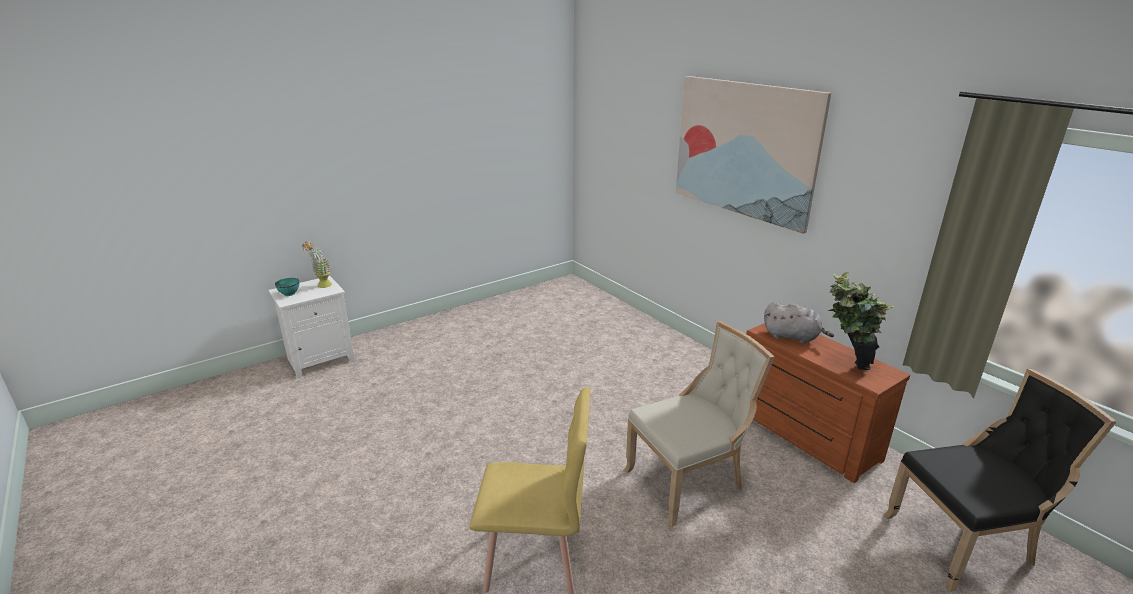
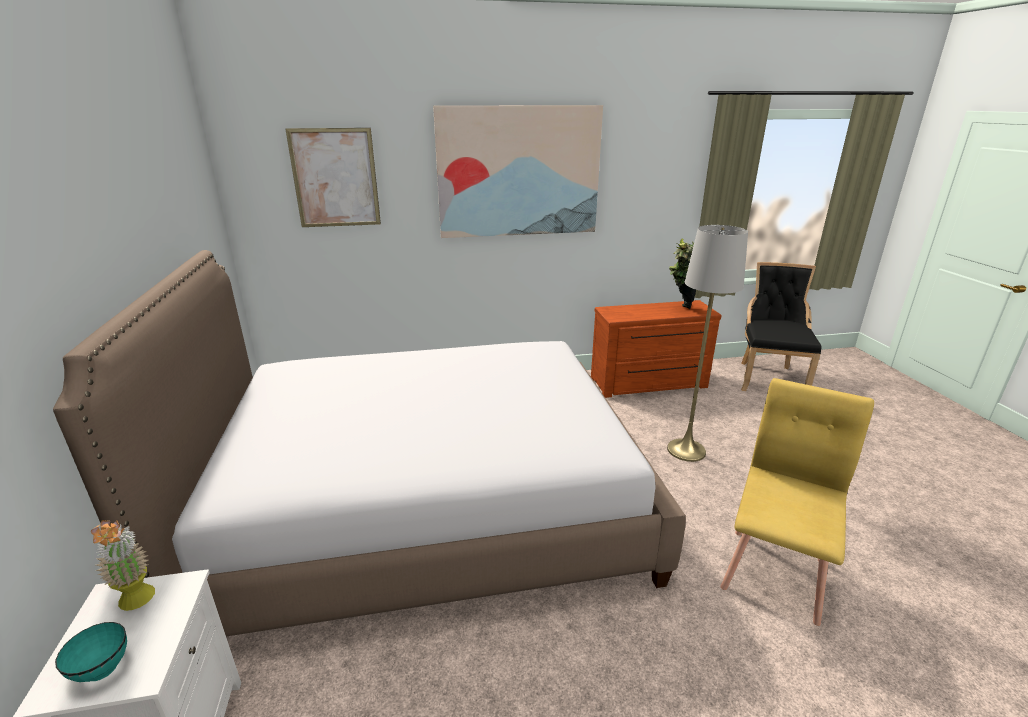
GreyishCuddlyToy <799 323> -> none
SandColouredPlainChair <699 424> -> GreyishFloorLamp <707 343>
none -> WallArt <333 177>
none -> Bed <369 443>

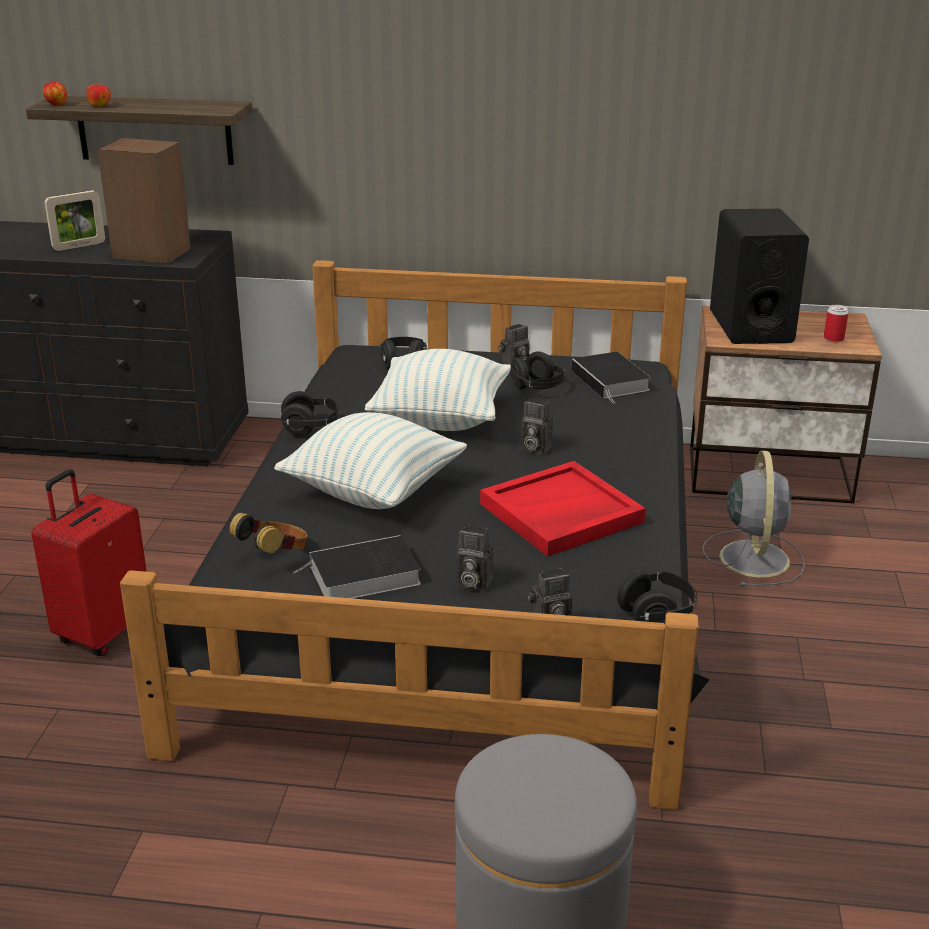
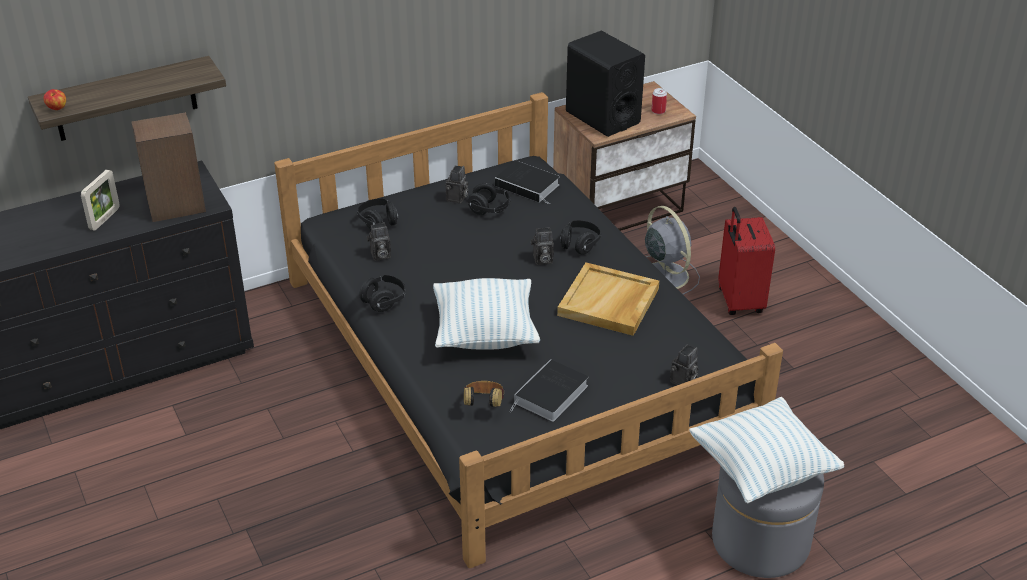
WholeApple <98 95> -> none
Cushion <438 390> -> Cushion <766 450>, shifted
RedCarryingTray <563 509> -> SandColouredCarryingTray <608 299>
RedPieceOfLuggage <89 562> -> RedPieceOfLuggage <746 261>, shifted
PhotoCamera <475 558> -> PhotoCamera <379 241>, shifted
BlackColouredHeadphones <657 597> -> BlackColouredHeadphones <580 237>, shifted

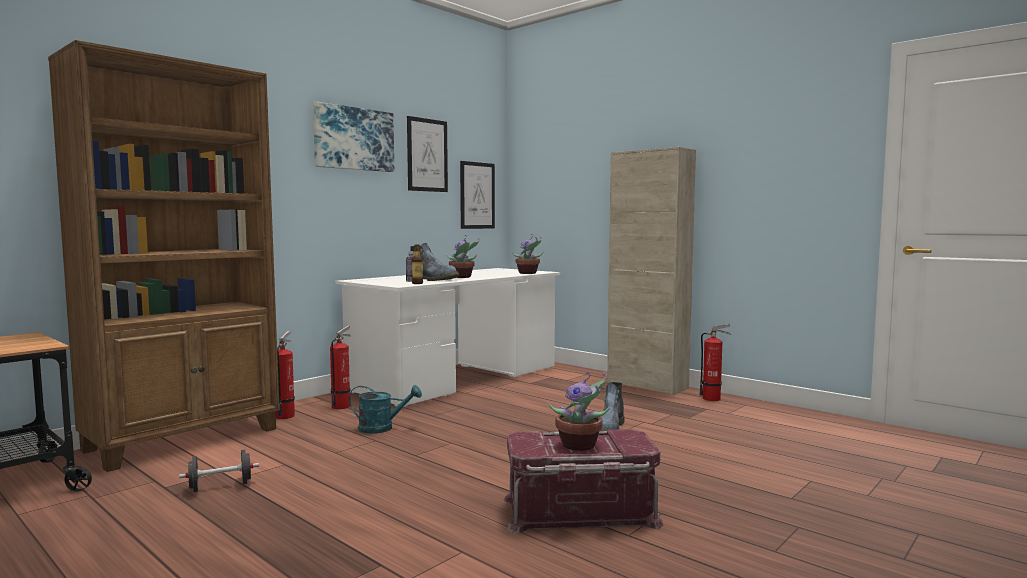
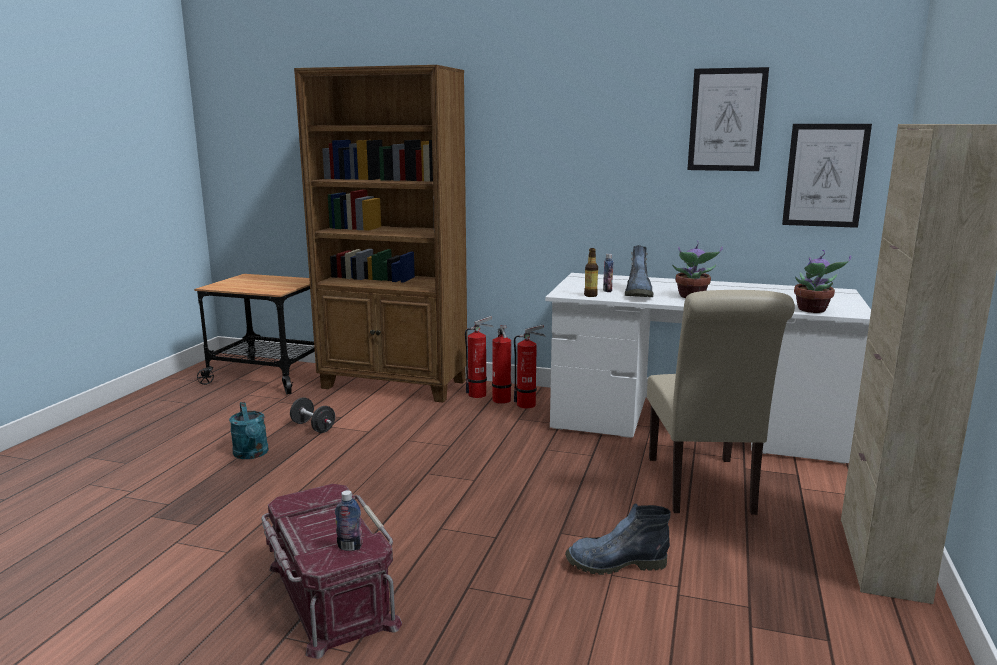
WallArt <353 137> -> none
Extinguisher <715 362> -> Extinguisher <502 364>, shifted
PottedPlant <579 411> -> none
TurquoiseWateringPot <385 409> -> TurquoiseWateringPot <249 430>, shifted
none -> SandColouredPlainChair <721 402>
none -> BeverageBottle <349 520>

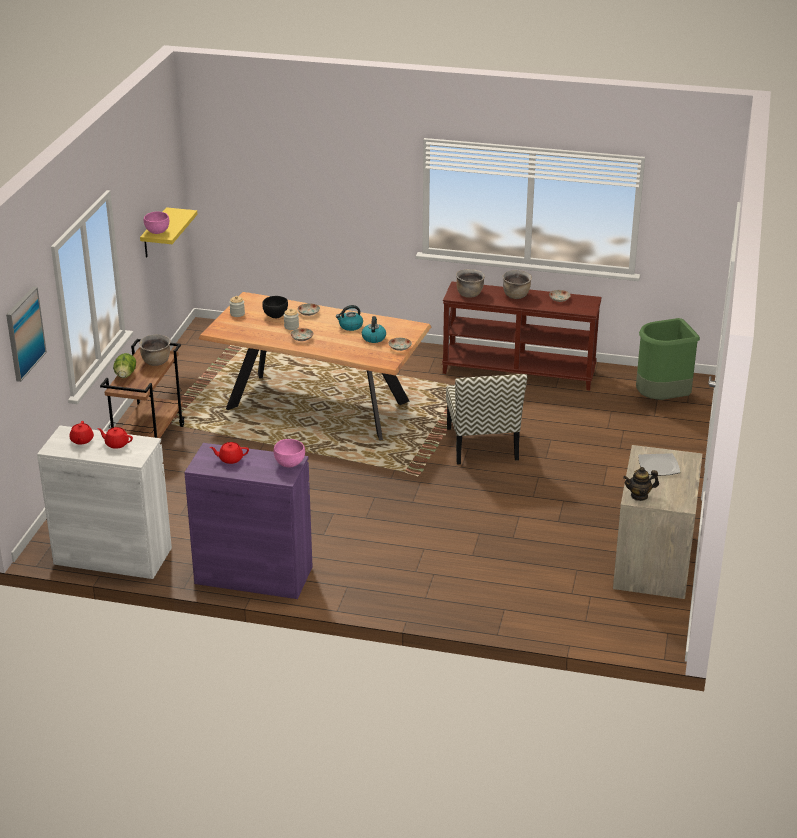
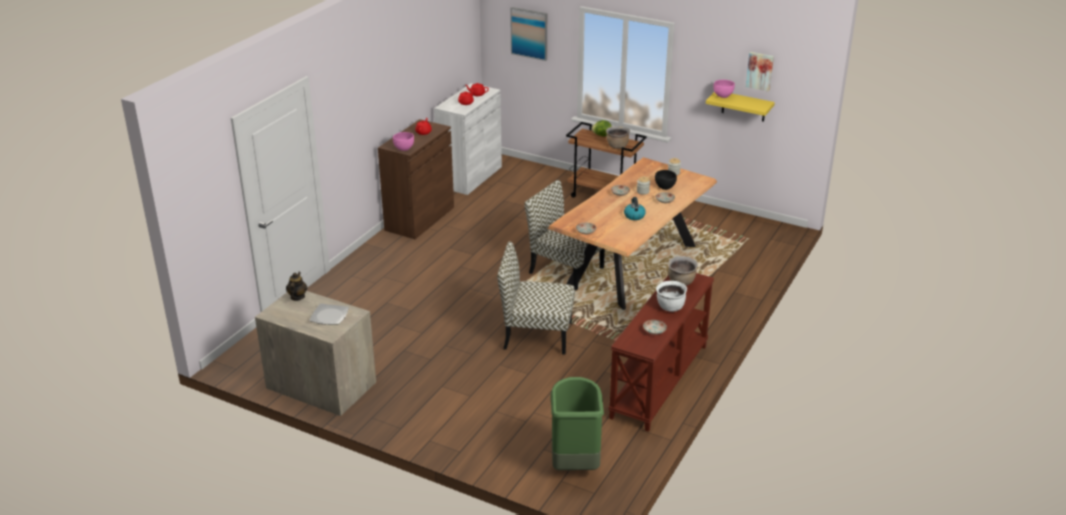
BrownCookingPot <517 284> -> WhiteColouredCookingPot <671 296>
Kettle <374 329> -> none
PurpleColouredCabinet <248 521> -> BrownCabinet <416 179>
none -> WallArt <760 72>
none -> PlainChair <564 235>

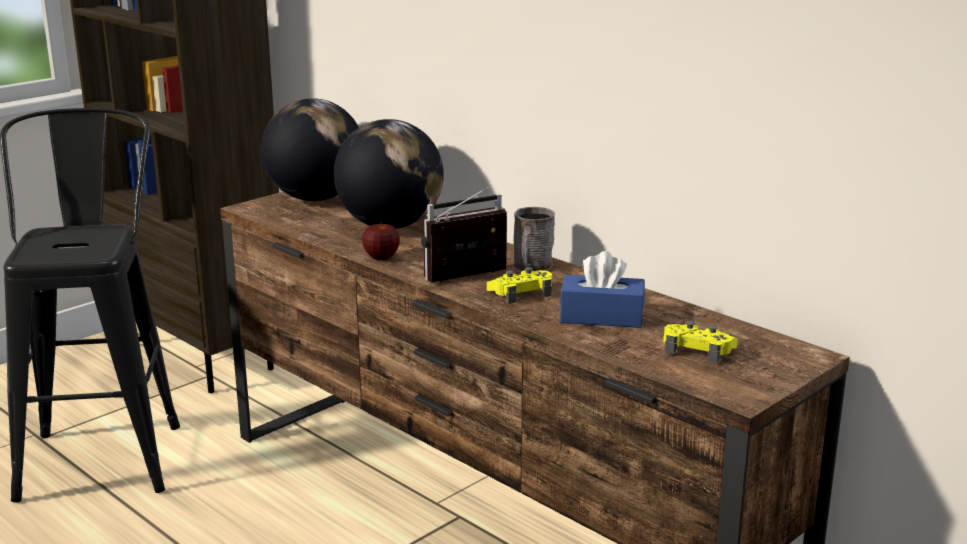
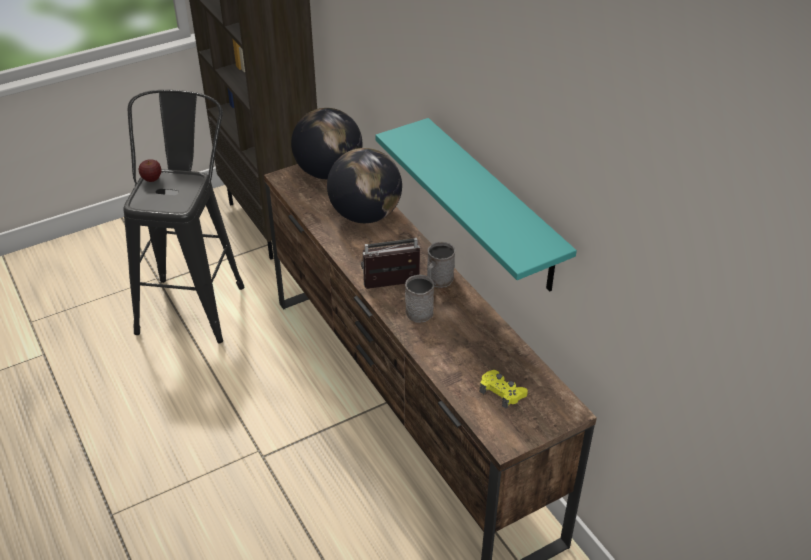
WholeApple <381 241> -> WholeApple <150 170>, shifted
BlueColouredTissueHolder <602 289> -> none
YellowishGameController <519 285> -> GreyishMug <419 299>
none -> TurquoiseBracketShelf <476 204>

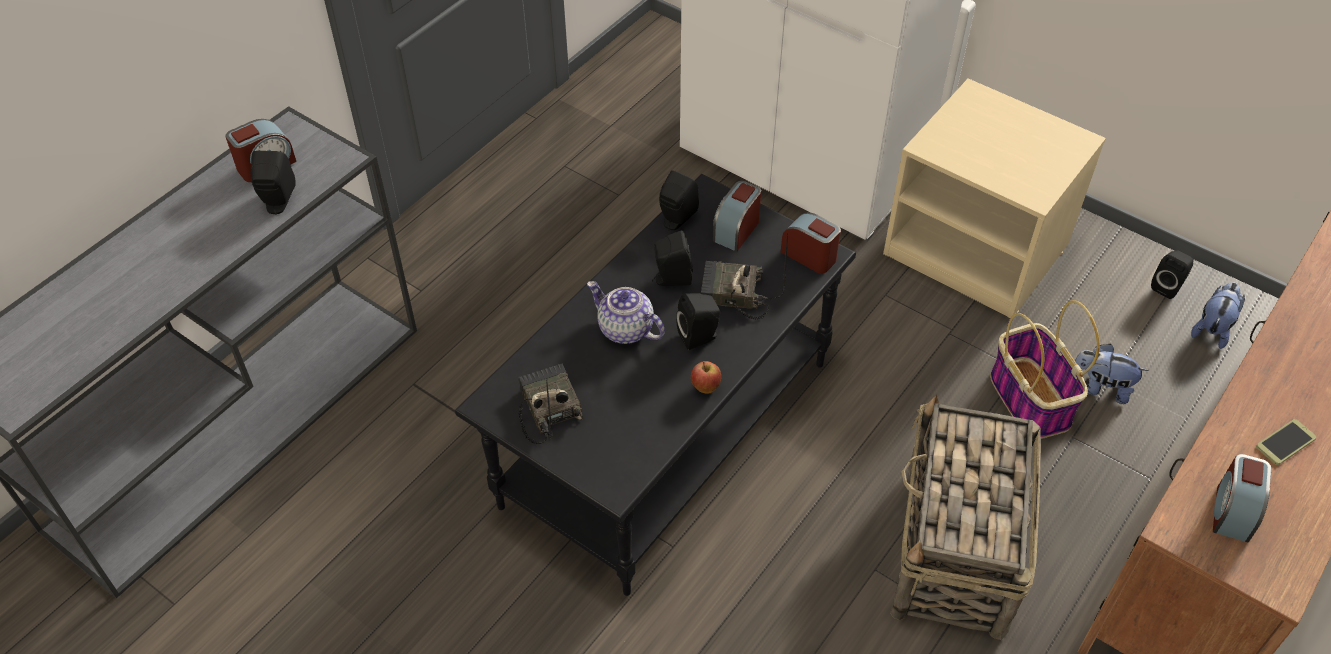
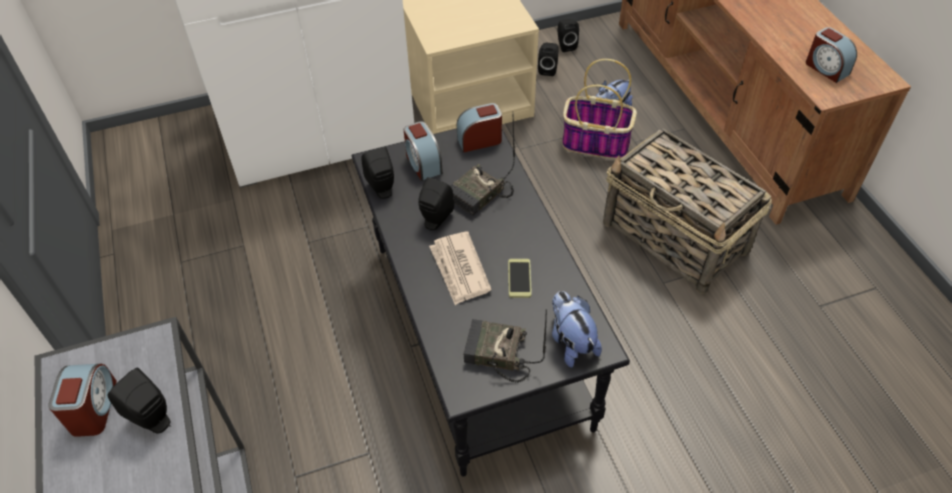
PotForTea <626 312> -> PrintedPaper <460 268>
CuddlyToy <1218 316> -> CuddlyToy <577 329>, shifted
BlackColouredSpeaker <698 321> -> BlackColouredSpeaker <548 59>, shifted
WholeApple <706 377> -> none
Handset <1286 442> -> Handset <520 278>, shifted

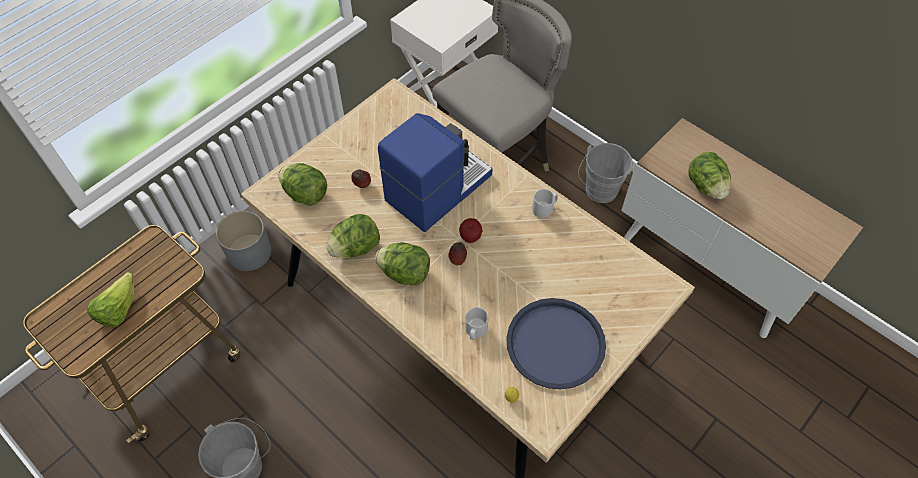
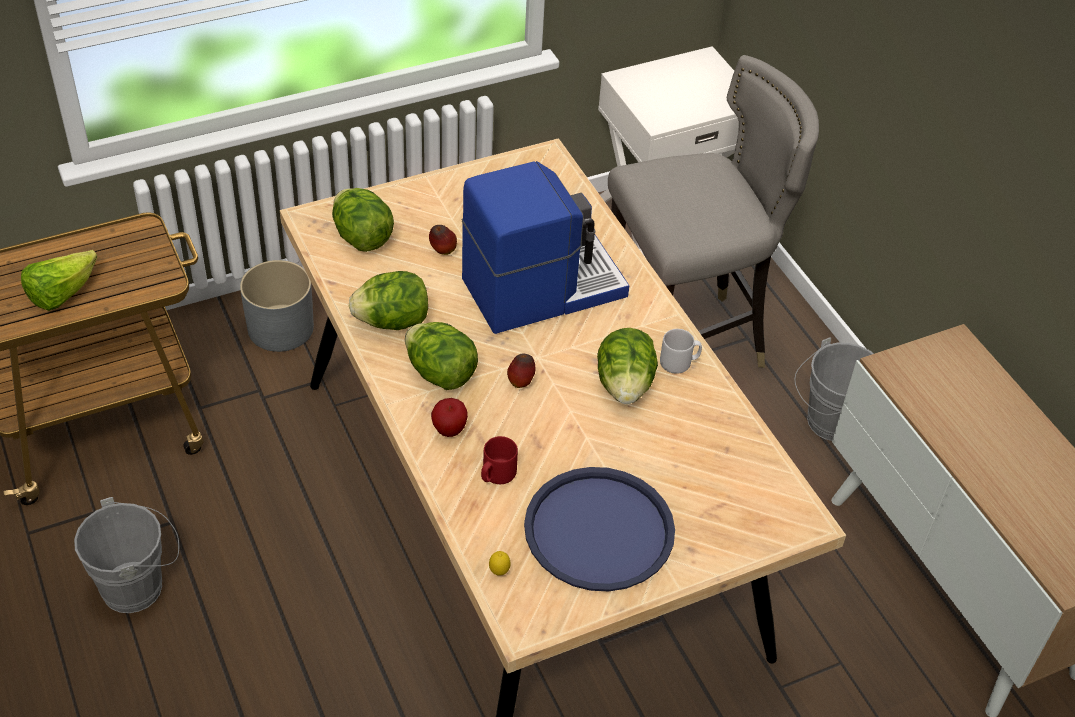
Lettuce <709 175> -> Lettuce <627 366>, shifted
WholeApple <471 230> -> WholeApple <449 417>, shifted
GreyishMug <476 323> -> RedMug <499 460>

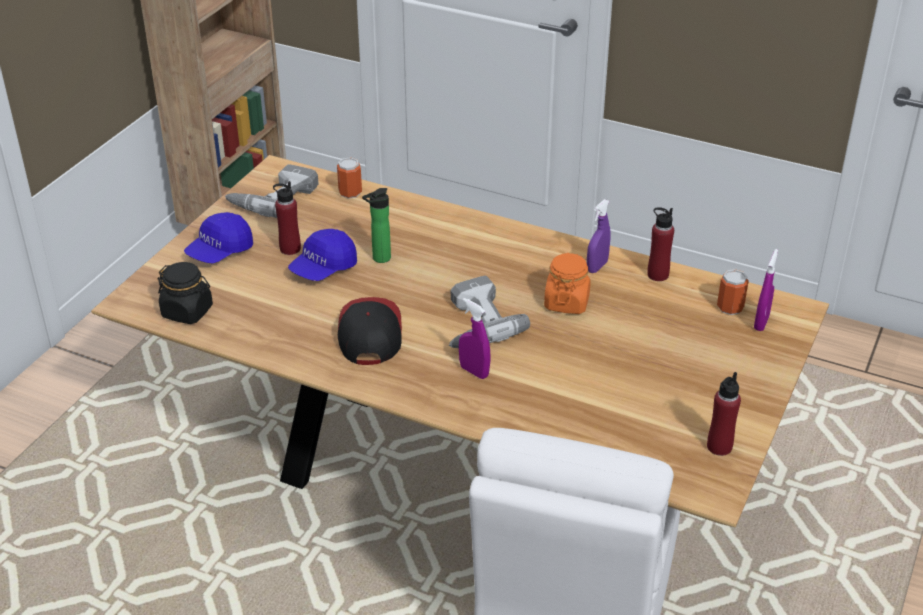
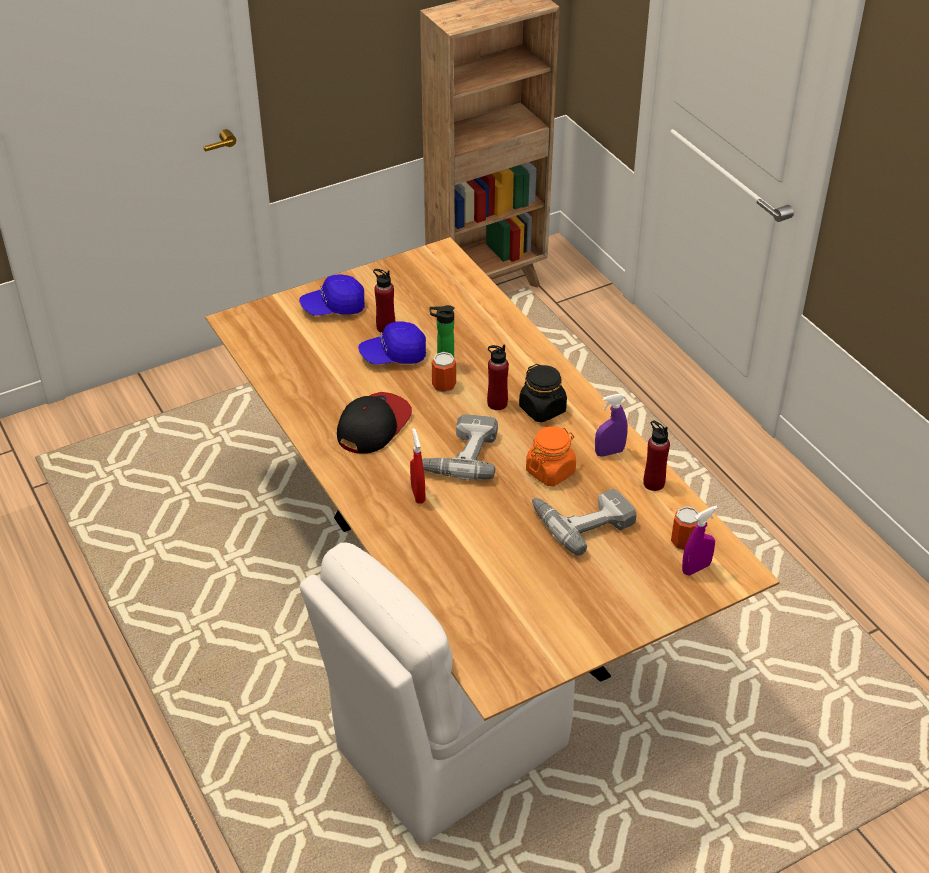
Can <349 178> -> Can <444 372>, shifted
PowerDrill <272 191> -> PowerDrill <584 522>, shifted
BlackColouredJar <185 293> -> BlackColouredJar <543 393>, shifted
PurpleColouredSprayBottle <475 338> -> RedSprayBottle <417 466>
RedBeverageBottle <724 414> -> RedBeverageBottle <498 377>, shifted

